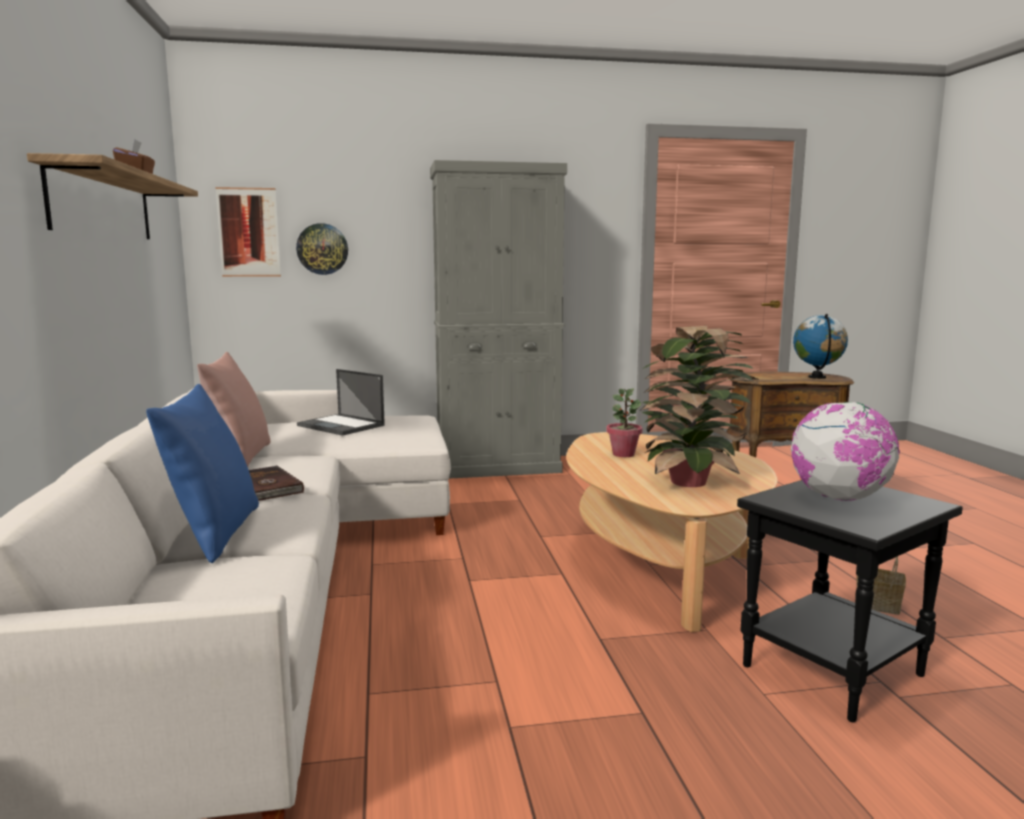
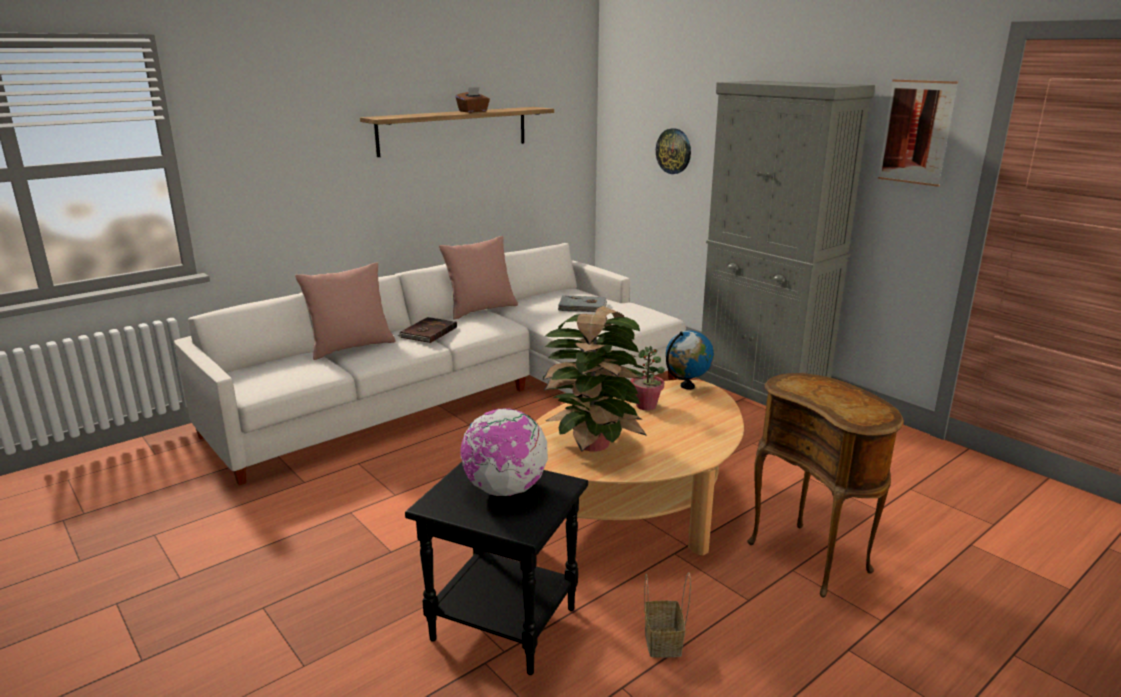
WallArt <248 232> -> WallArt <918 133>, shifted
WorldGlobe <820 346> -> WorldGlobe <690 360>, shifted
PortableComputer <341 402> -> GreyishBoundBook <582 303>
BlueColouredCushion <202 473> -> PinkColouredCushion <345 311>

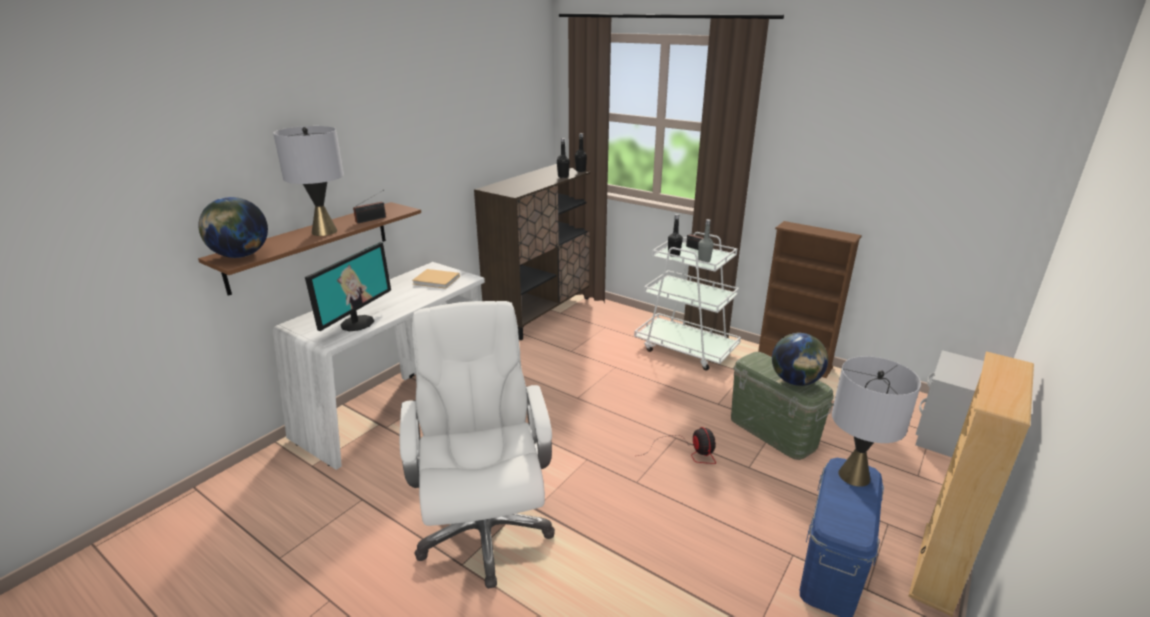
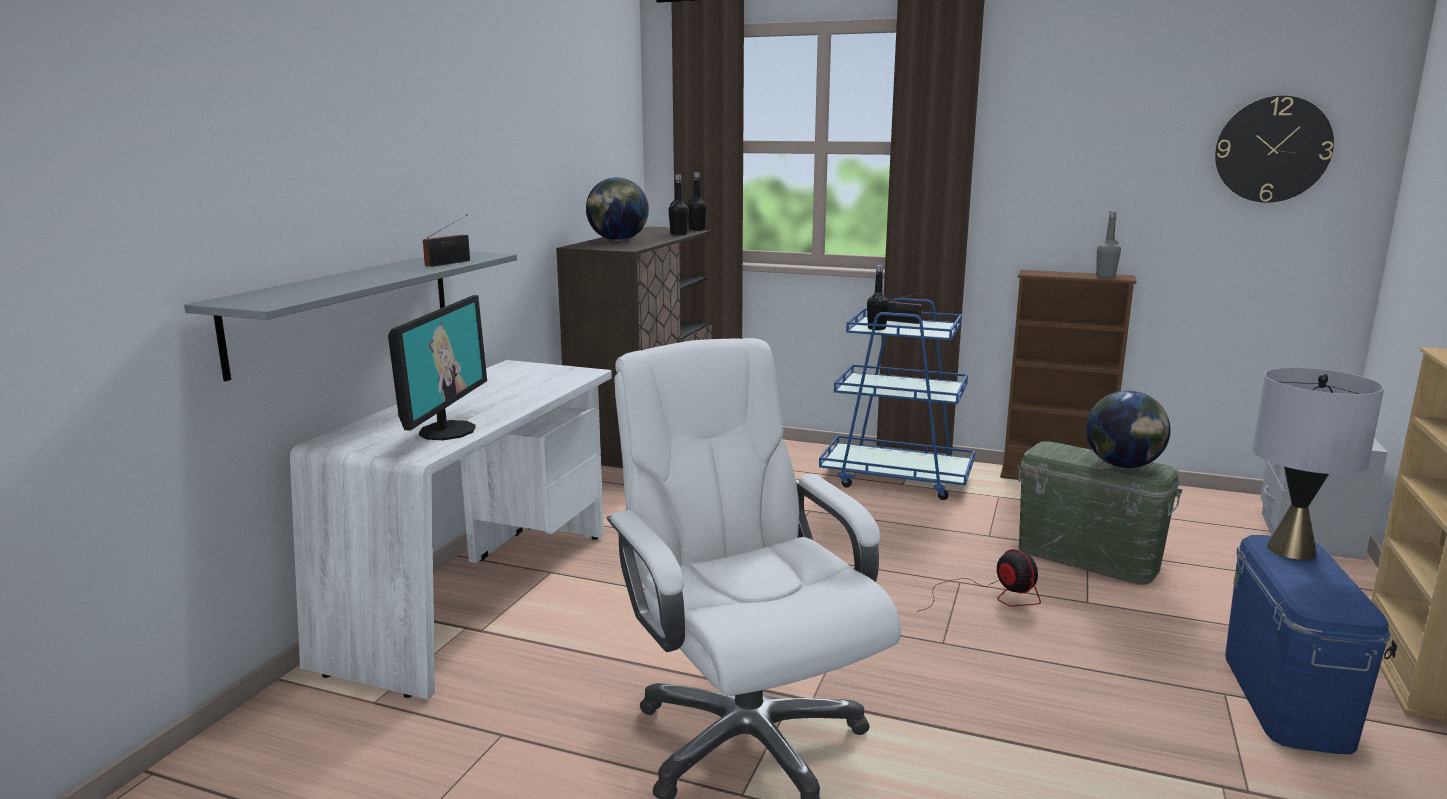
GreyishTableLamp <308 181> -> none
WorldGlobe <233 227> -> WorldGlobe <617 209>, shifted
BrownBracketShelf <309 249> -> GreyishBracketShelf <350 316>
GreyishBeverageBottle <706 240> -> GreyishBeverageBottle <1108 244>, shifted
WhiteColouredCart <687 301> -> BlueColouredCart <897 399>
SandColouredBoundBook <436 279> -> none
none -> ClockOnTheWall <1274 149>

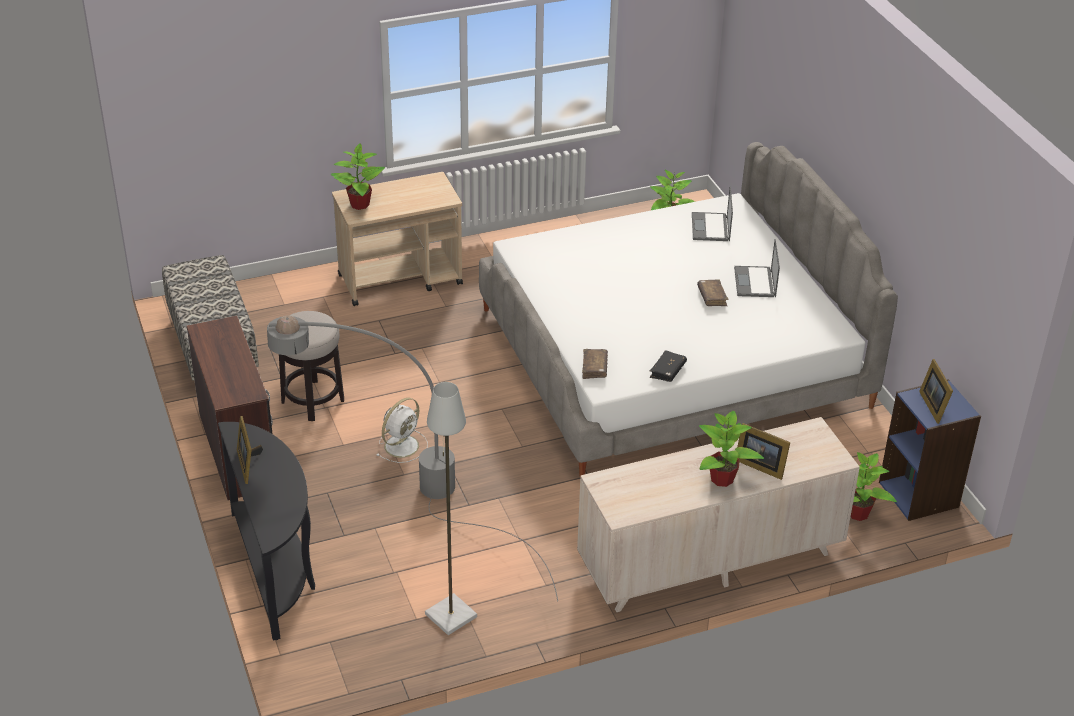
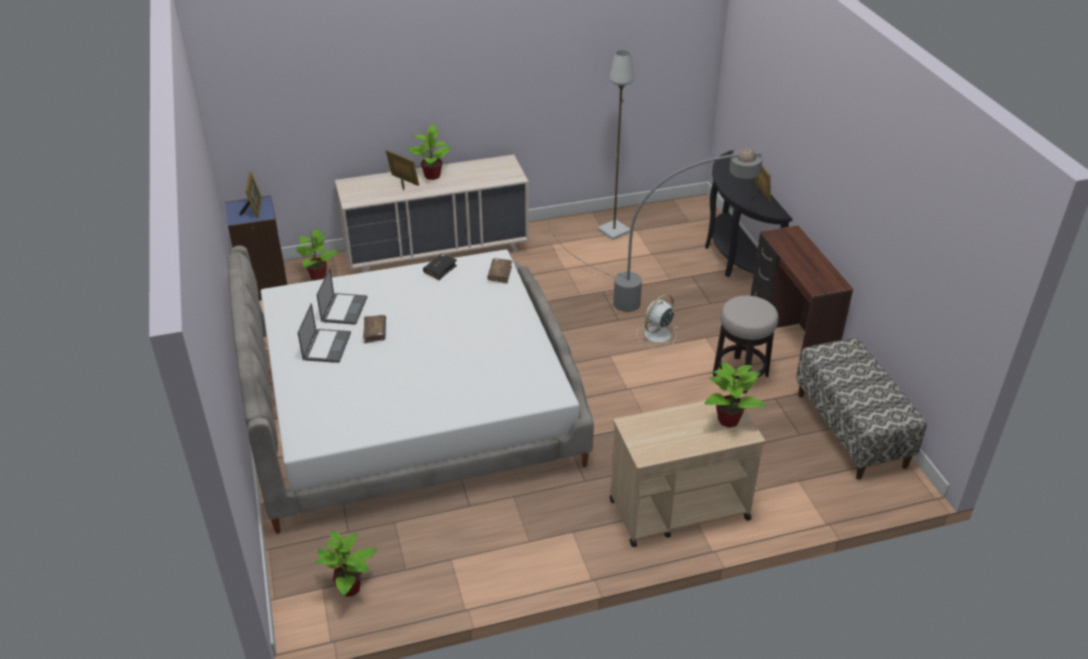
PortableComputer <712 213> -> PortableComputer <342 296>, shifted

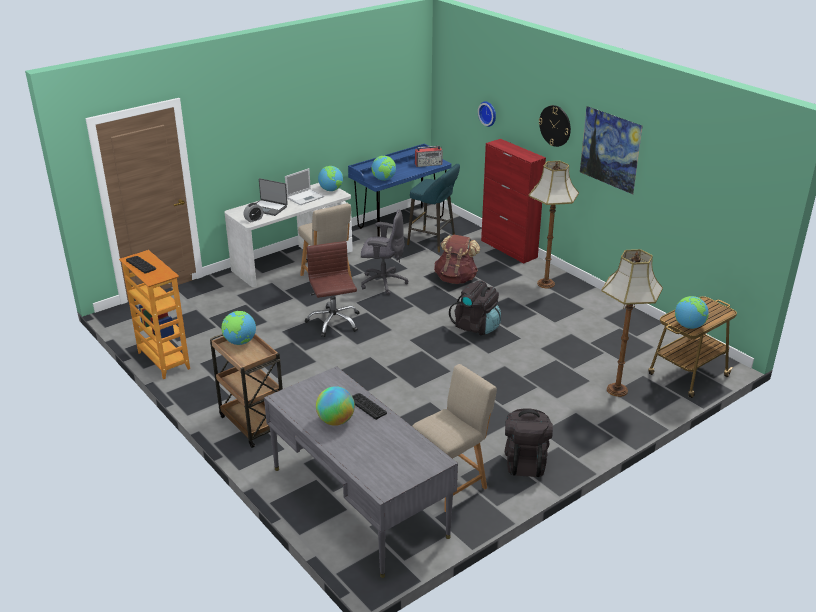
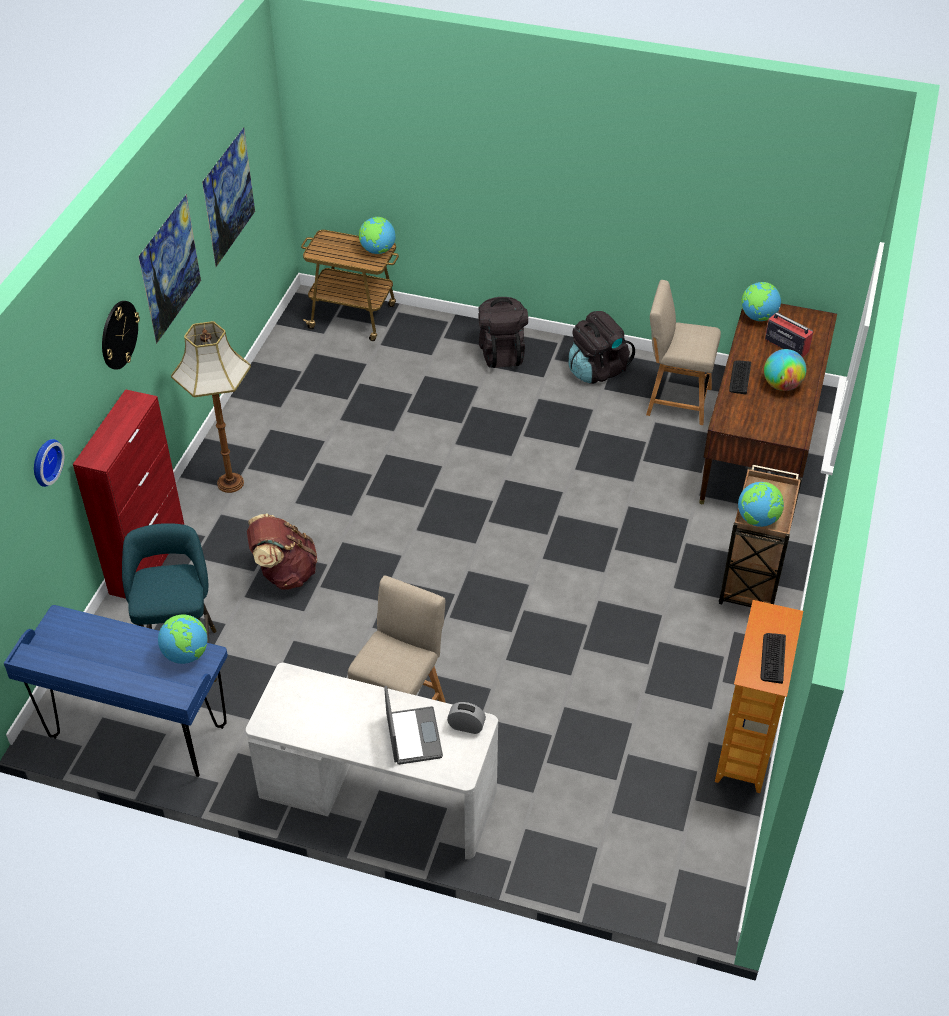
RadioReceiver <429 156> -> RadioReceiver <789 332>, shifted
WorldGlobe <330 178> -> WorldGlobe <761 301>, shifted
PortableComputer <304 186> -> none
GreyishDeskChair <384 252> -> none
BrownDeskChair <332 289> -> none
FloorLamp <632 323> -> none
BlackColouredKnapsack <475 307> -> BlackColouredKnapsack <503 332>, shifted
GreyishDesk <361 472> -> BrownDesk <768 404>
none -> WallArt <228 197>

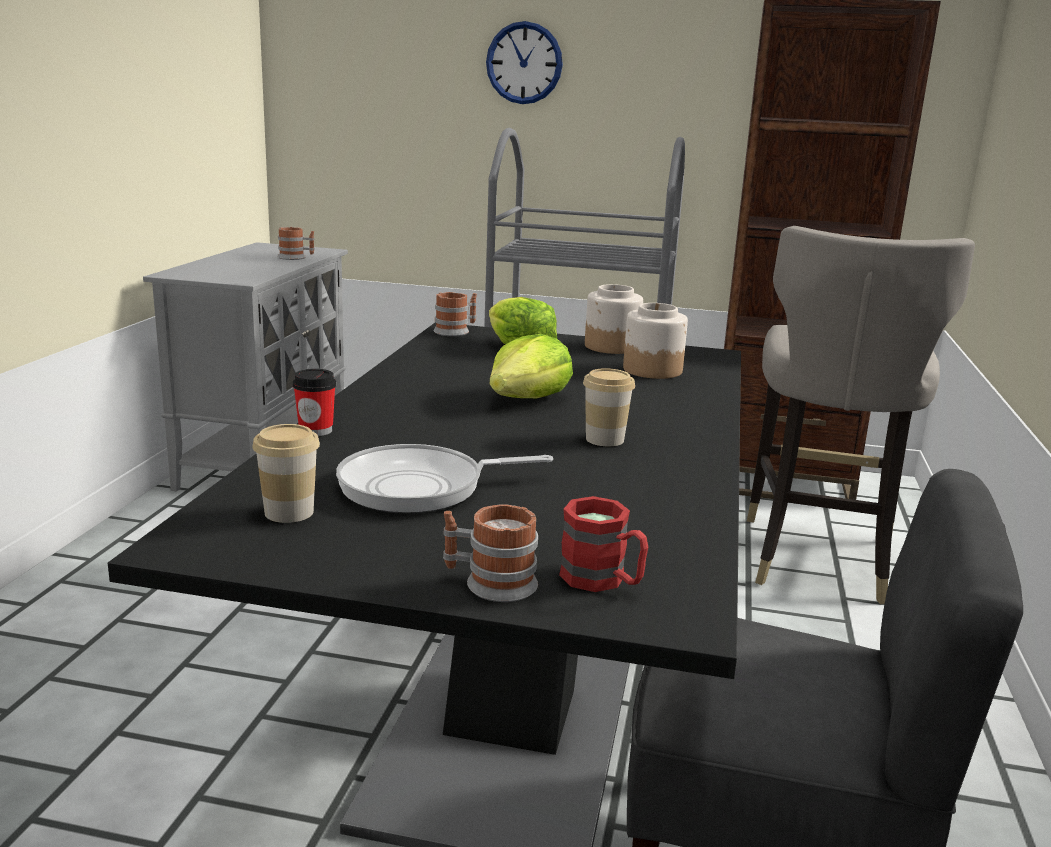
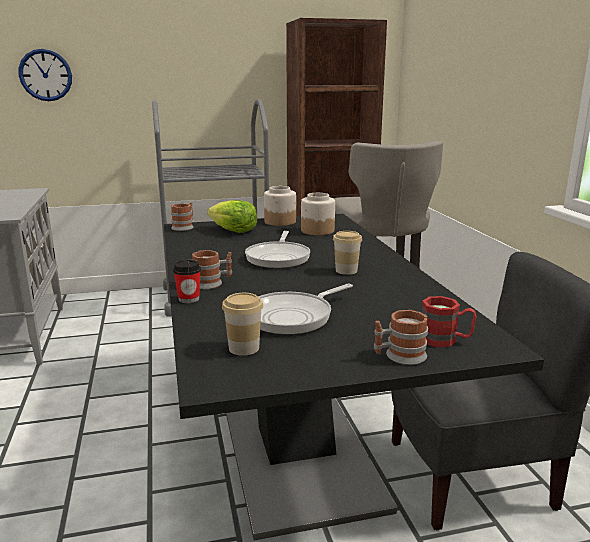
ClockOnTheWall <524 62> -> ClockOnTheWall <45 75>, shifted
Mug <296 243> -> Mug <212 269>, shifted
Lettuce <531 366> -> Pan <277 249>

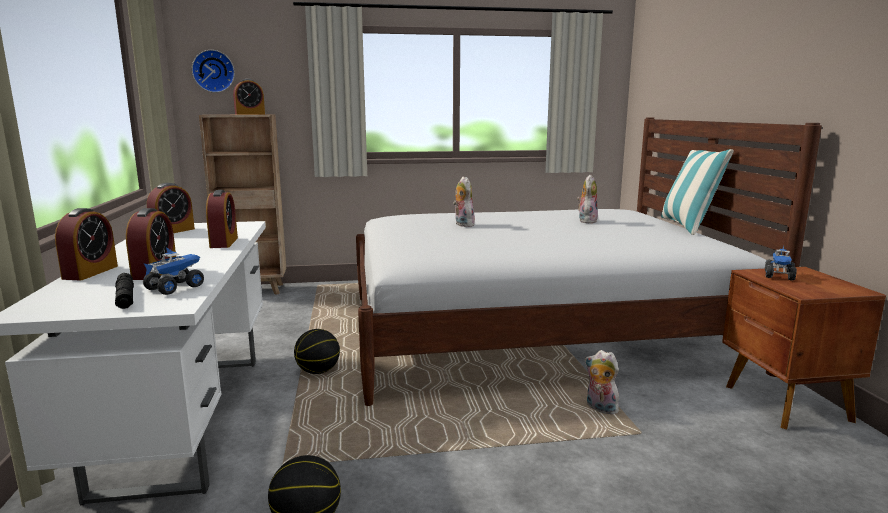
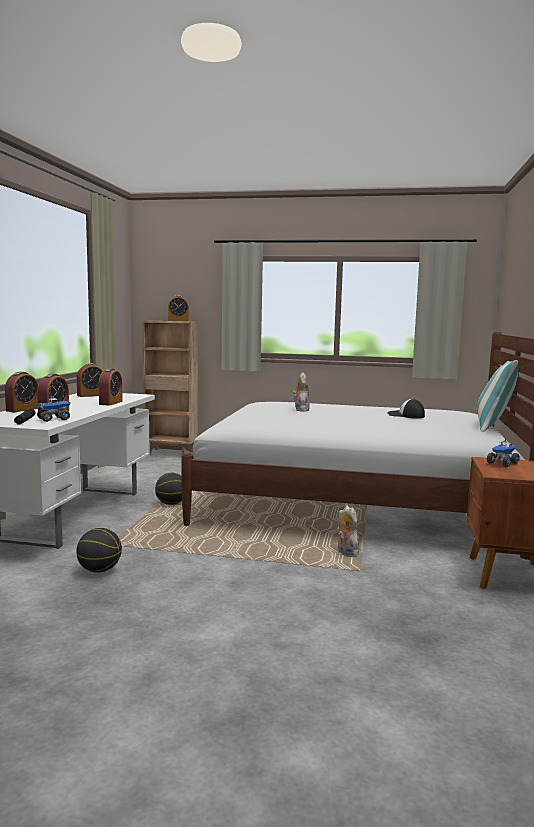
ClockOnTheWall <213 71> -> none
CuddlyToy <587 198> -> Cap <406 408>

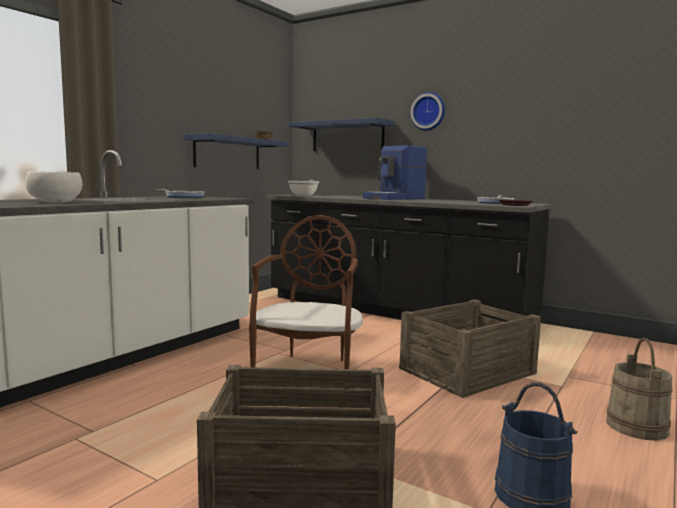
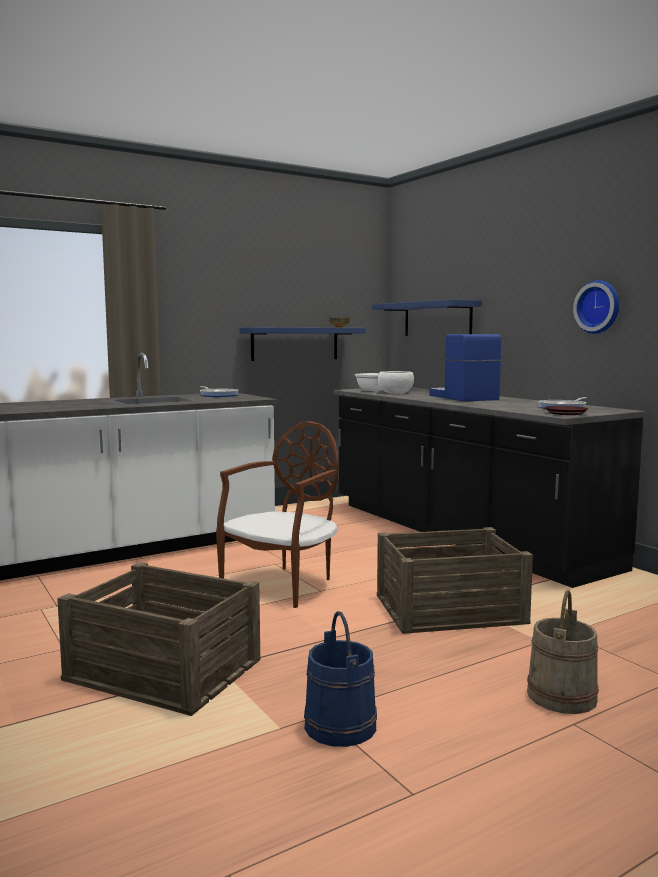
ClockOnTheWall <427 111> -> ClockOnTheWall <596 307>, shifted
CoffeeBrewer <395 172> -> CoffeeBrewer <465 367>, 90 degrees clockwise
WhiteColouredServingBowl <53 187> -> WhiteColouredServingBowl <396 382>, shifted

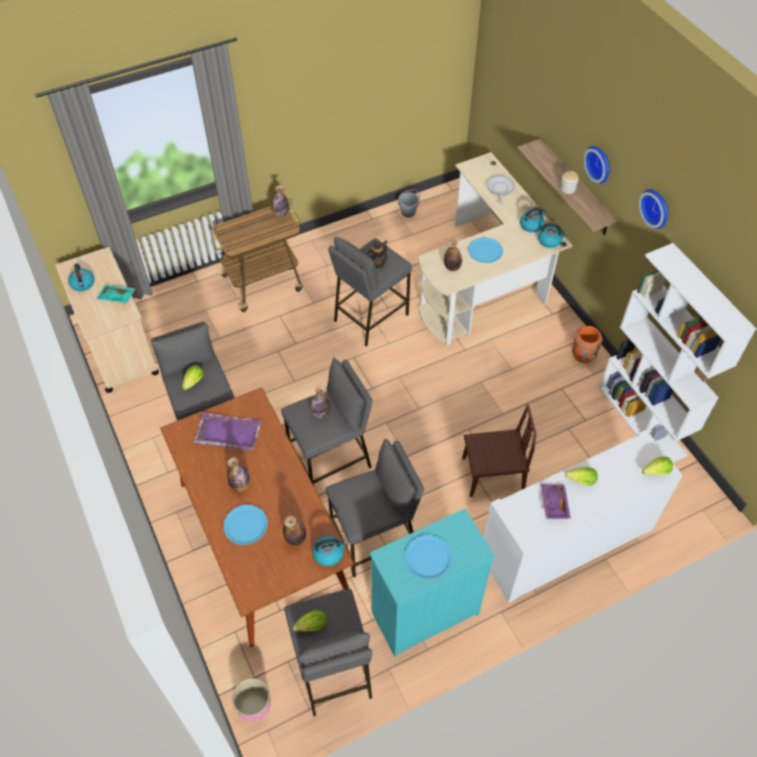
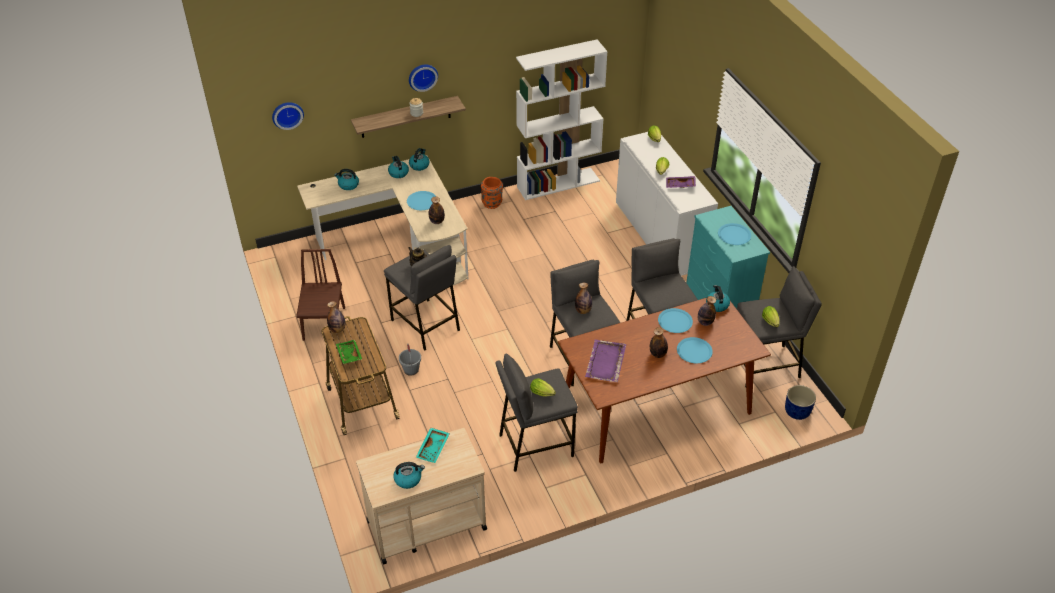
Pan <501 190> -> Kettle <346 179>
GreyishPail <409 203> -> GreyishPail <410 360>, shifted
ClockOnTheWall <653 209> -> ClockOnTheWall <288 116>, shifted
BrownPlainChair <499 450> -> BrownPlainChair <321 295>, shifted
PinkColouredFlowerPot <251 700> -> BlueColouredFlowerPot <800 402>
none -> BlueColouredFlatDish <675 320>
none -> GreenishCarryingTray <349 352>

